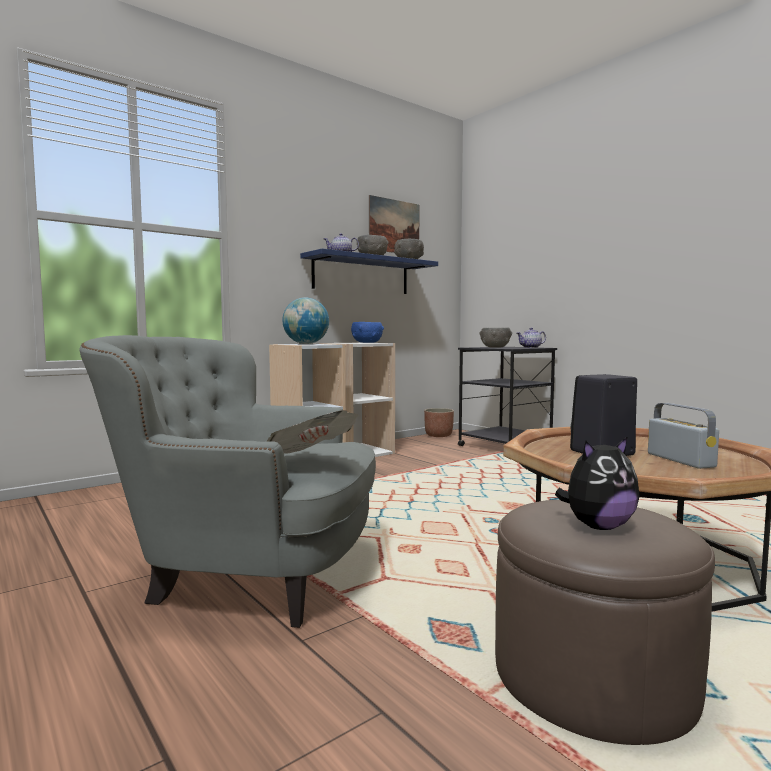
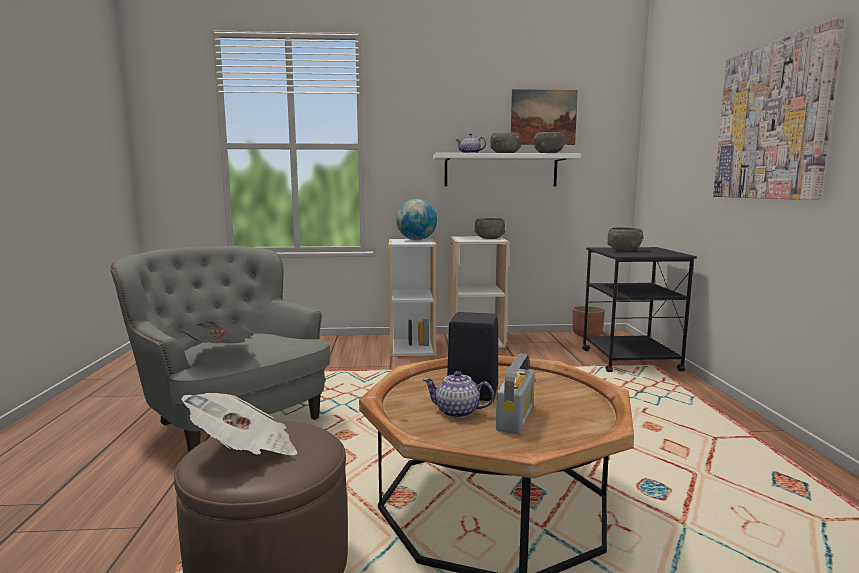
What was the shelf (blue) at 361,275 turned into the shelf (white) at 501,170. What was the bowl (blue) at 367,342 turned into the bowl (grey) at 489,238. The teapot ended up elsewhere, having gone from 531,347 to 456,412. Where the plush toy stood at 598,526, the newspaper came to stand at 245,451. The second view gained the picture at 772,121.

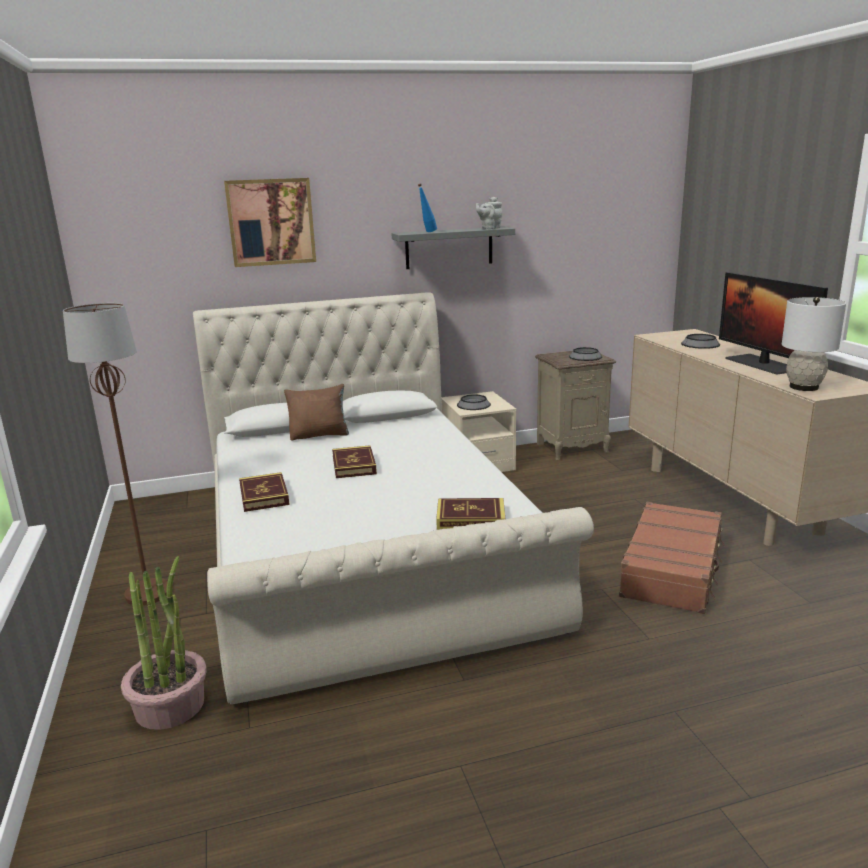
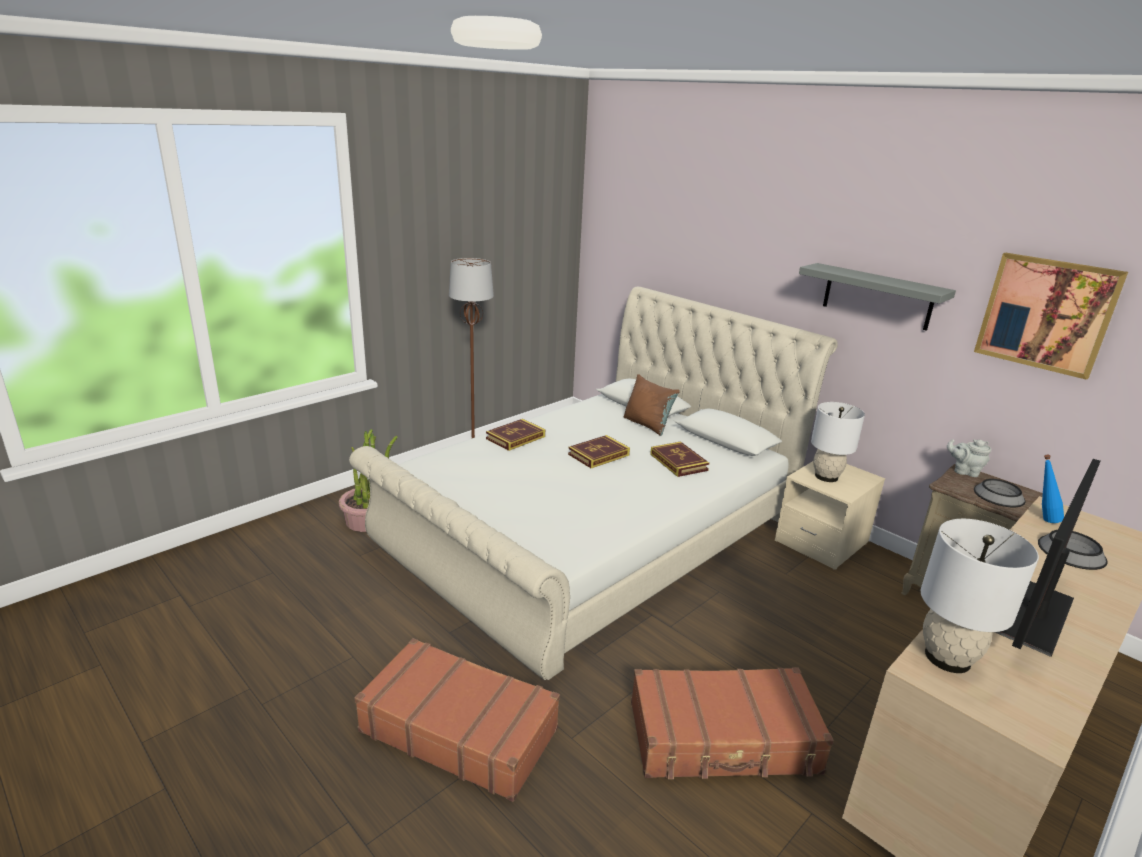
The picture ended up elsewhere, having gone from 271,222 to 1046,314. The bottle (blue) ended up elsewhere, having gone from 427,232 to 1041,519. The book ended up elsewhere, having gone from 470,518 to 678,462. Where the bowl stood at 473,404, the table lamp (white) came to stand at 826,476. The teapot (grey) ended up elsewhere, having gone from 489,228 to 964,471. The second view gained the suitcase (brown) at 459,729.

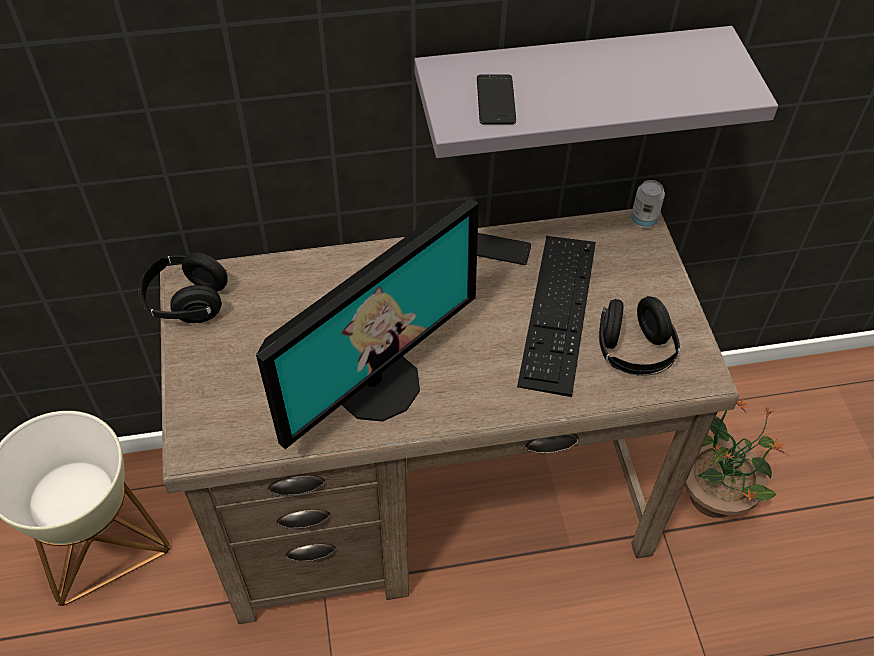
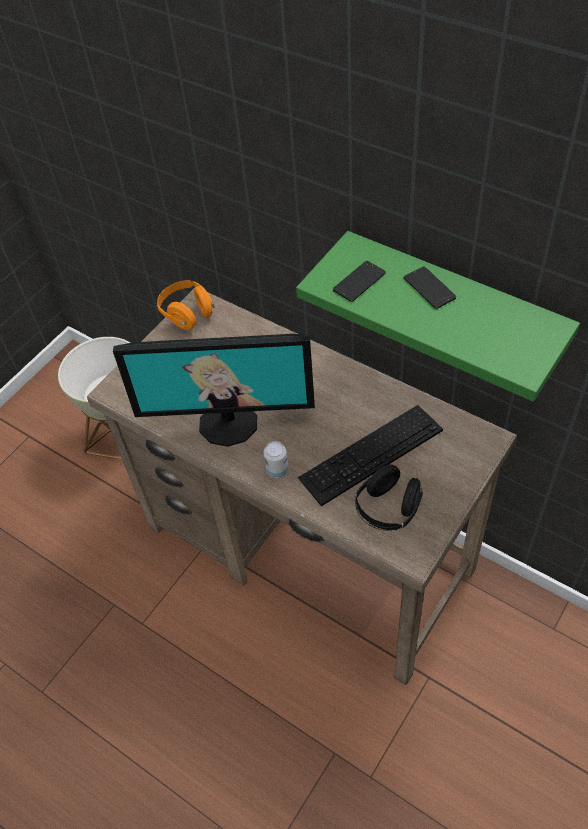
What was the headphones (black) at 186,302 turned into the headphones (orange) at 187,313. What was the shelf (grey) at 569,84 turned into the shelf (green) at 453,303. The phone ended up elsewhere, having gone from 499,249 to 429,288. The can ended up elsewhere, having gone from 643,220 to 277,470. The second view lost the potted plant at 712,494.

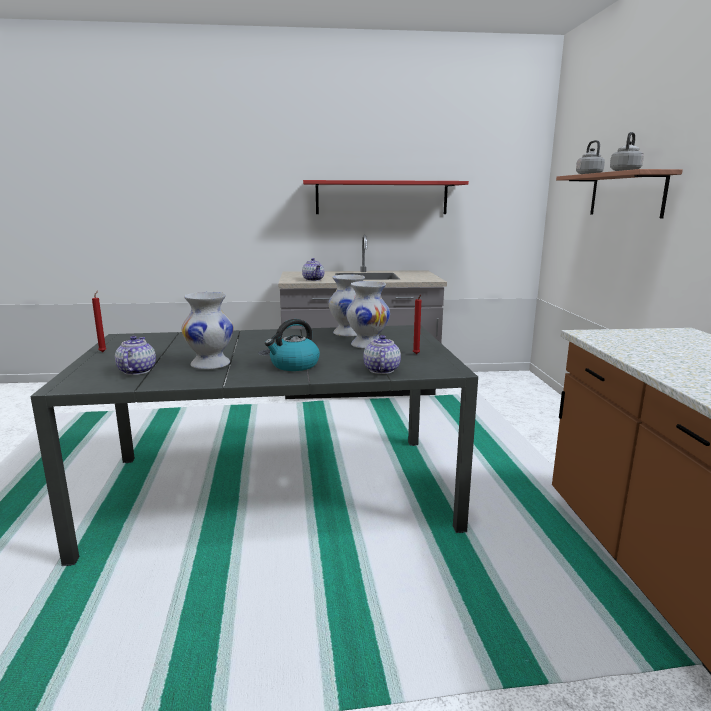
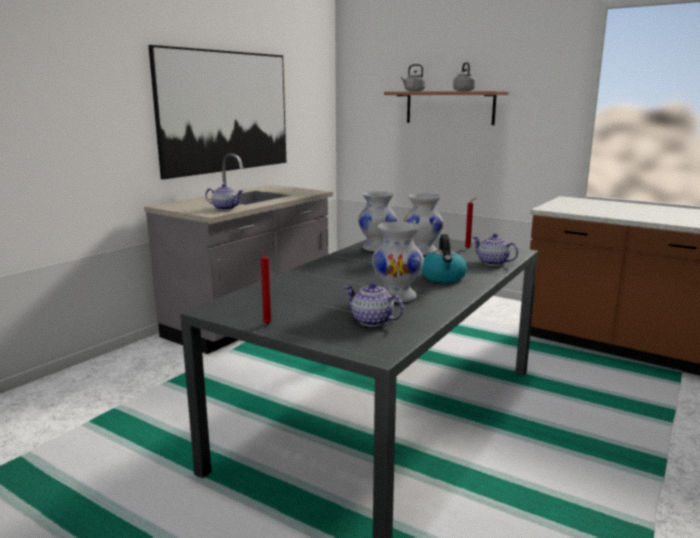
Where the shelf (red) hung at 381,198, the picture came to hang at 225,112.

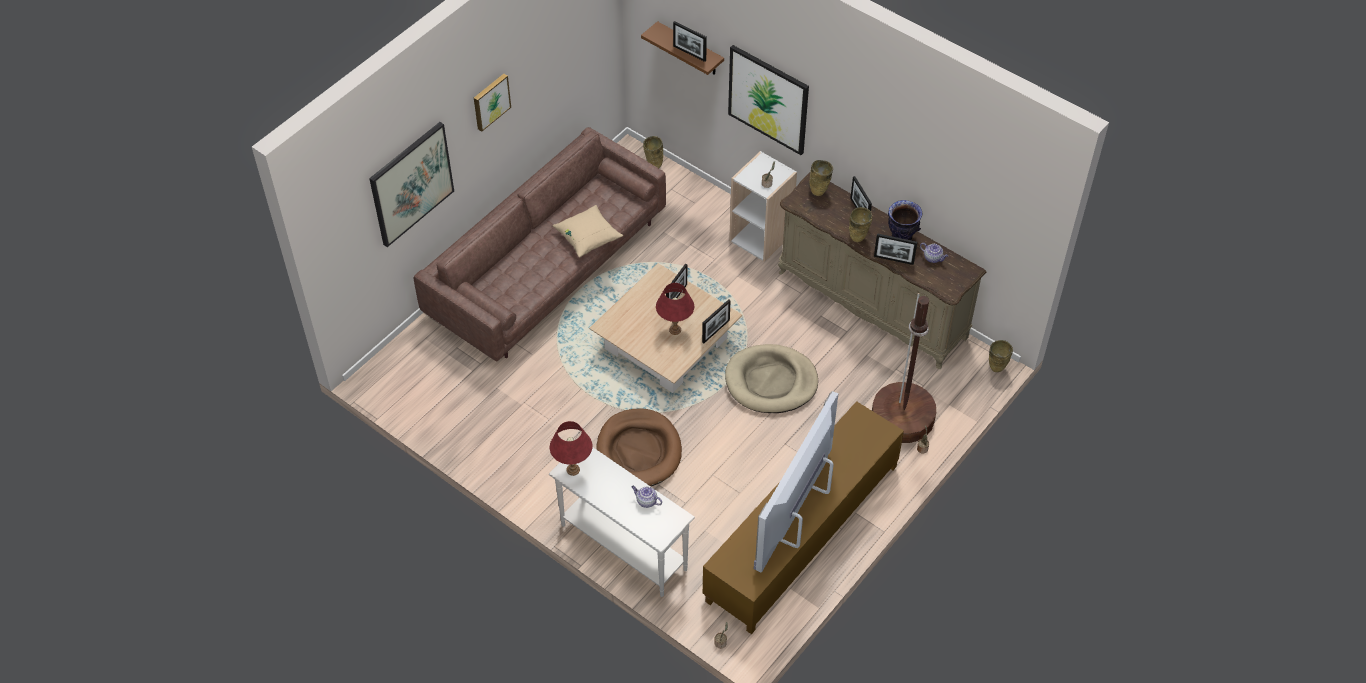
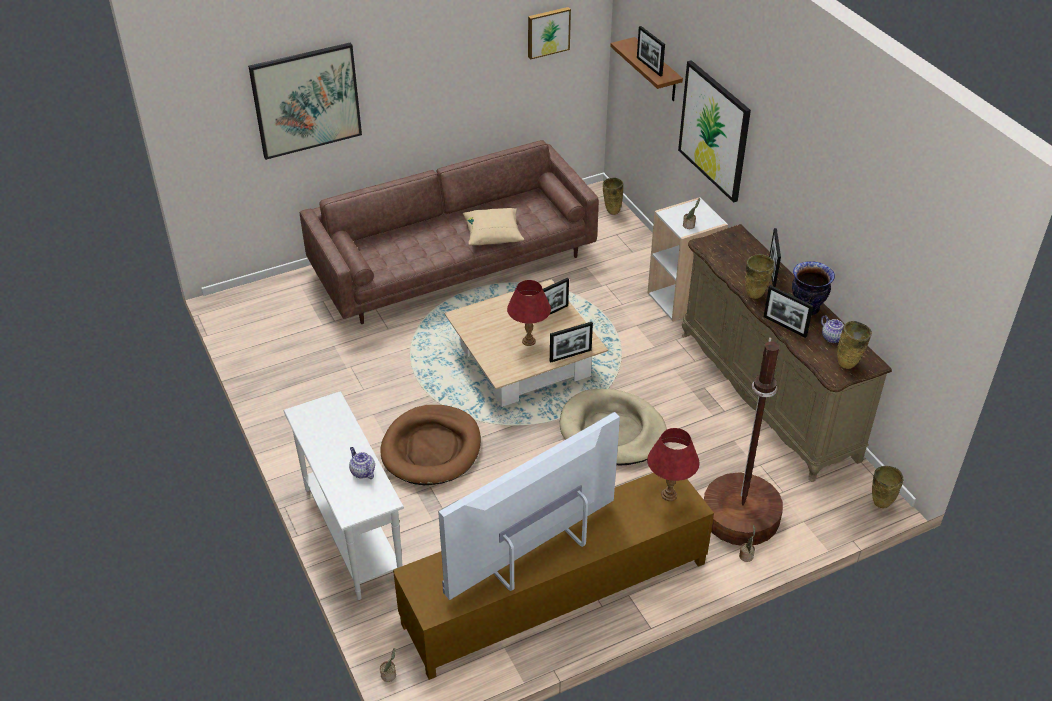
The picture ended up elsewhere, having gone from 490,101 to 548,32. The table lamp (red) ended up elsewhere, having gone from 573,470 to 669,495. The vase (beige) ended up elsewhere, having gone from 819,192 to 848,365.

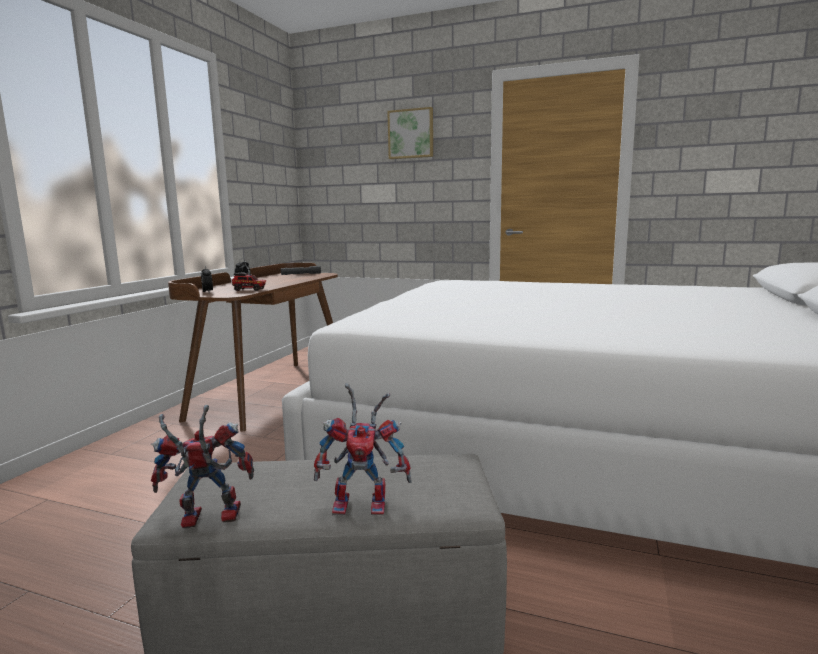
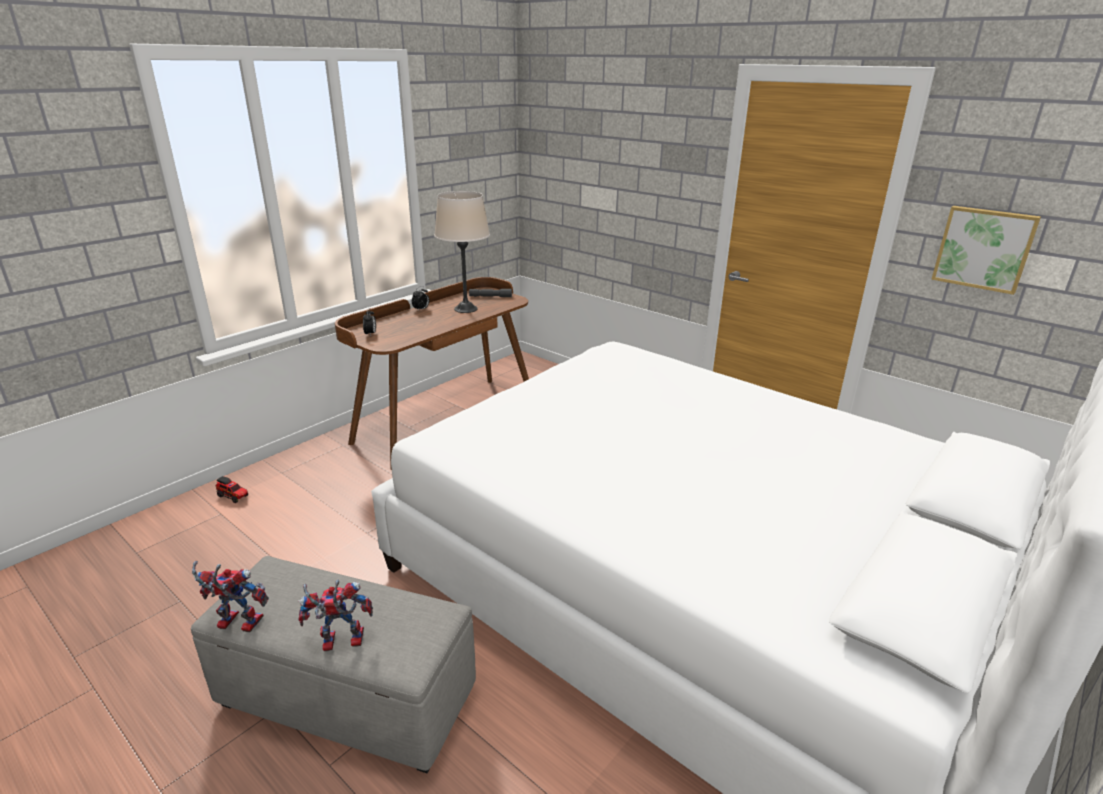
The toy truck ended up elsewhere, having gone from 250,290 to 233,496. The toy robot at 365,504 ended up facing another way, 150 degrees clockwise from before. The picture ended up elsewhere, having gone from 411,134 to 984,248. The second view gained the table lamp (beige) at 465,309.

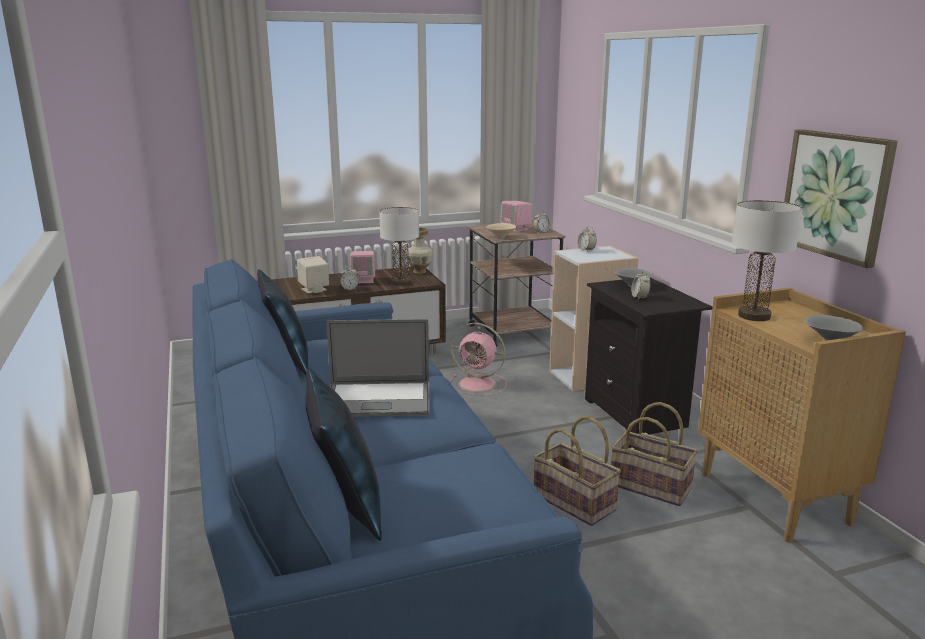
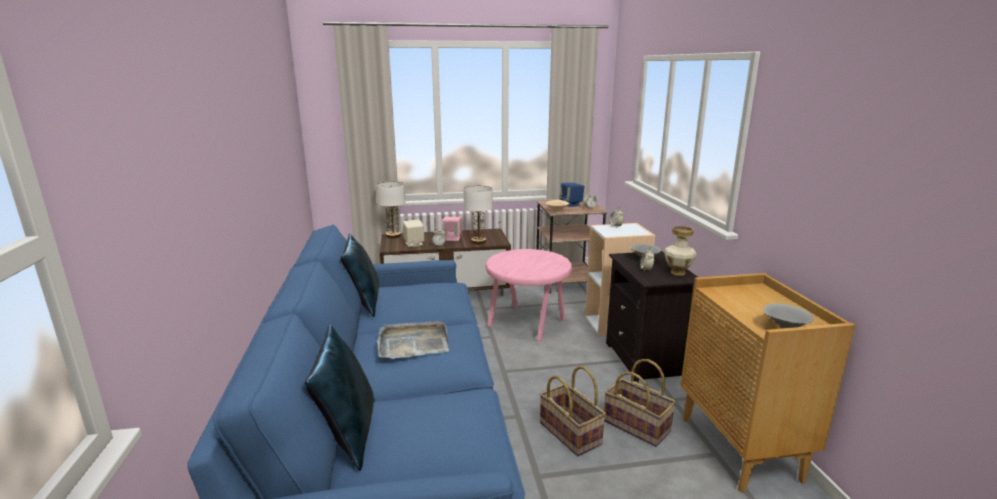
Where the laptop stood at 378,400, the tray (grey) came to stand at 412,343. The vase ended up elsewhere, having gone from 419,271 to 677,273. Where the fan (pink) stood at 479,384, the side table (pink) came to stand at 527,323. What was the speaker (pink) at 516,229 turned into the speaker (blue) at 571,204. The table lamp ended up elsewhere, having gone from 754,316 to 393,236. The second view lost the picture at 836,195.

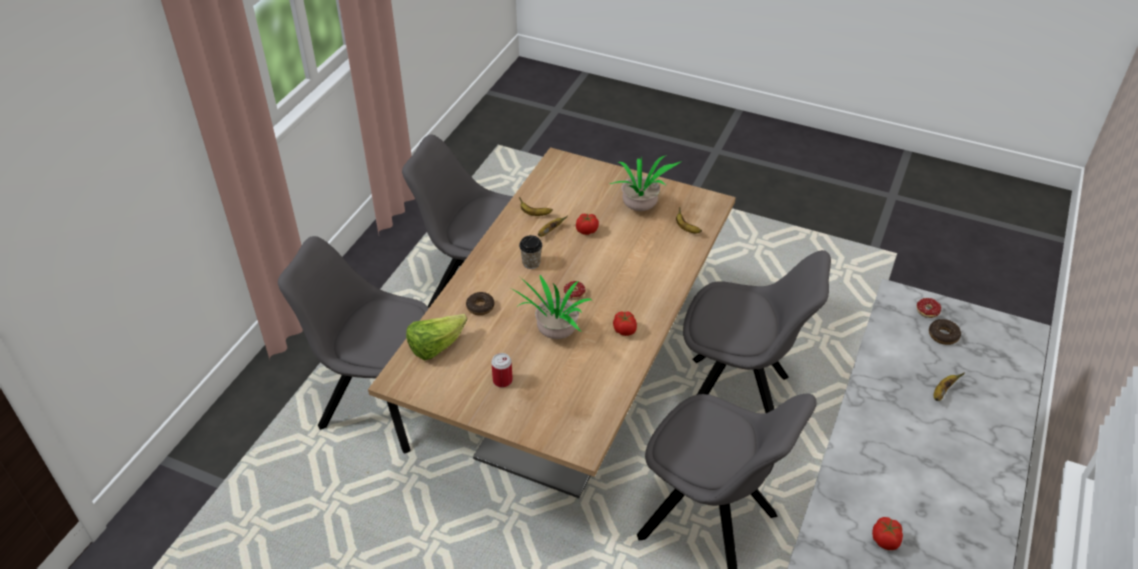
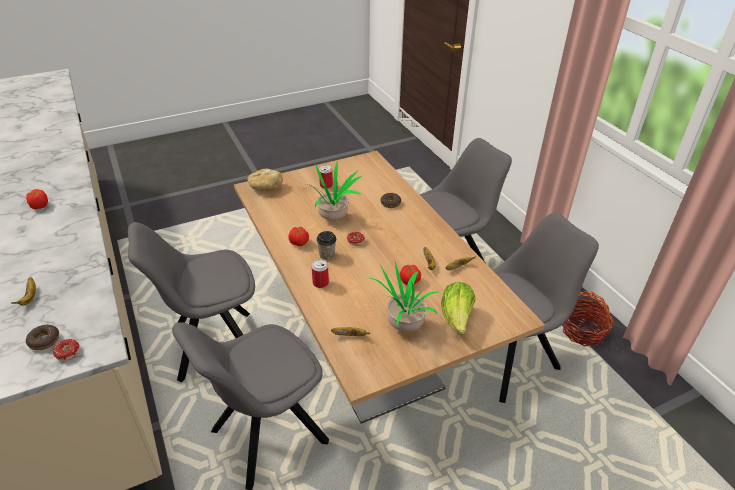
The lettuce ended up elsewhere, having gone from 436,346 to 456,318. The cup ended up elsewhere, having gone from 531,263 to 327,255. The second view gained the bread at 265,187. The second view gained the can at 320,283. The second view gained the basket at 583,331.

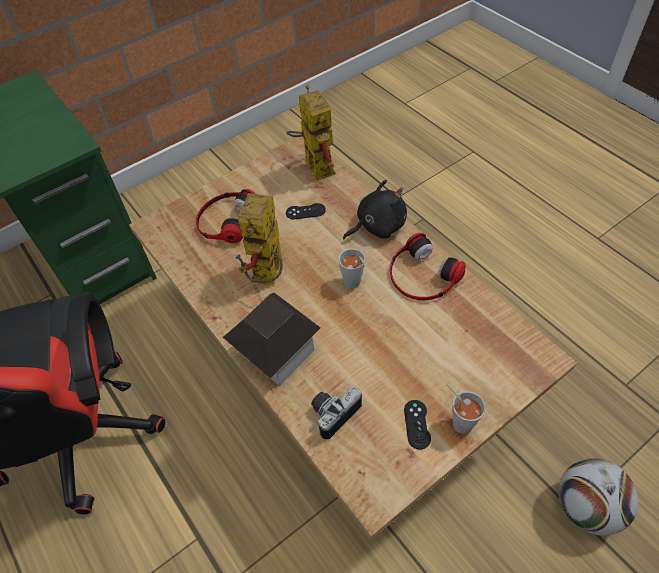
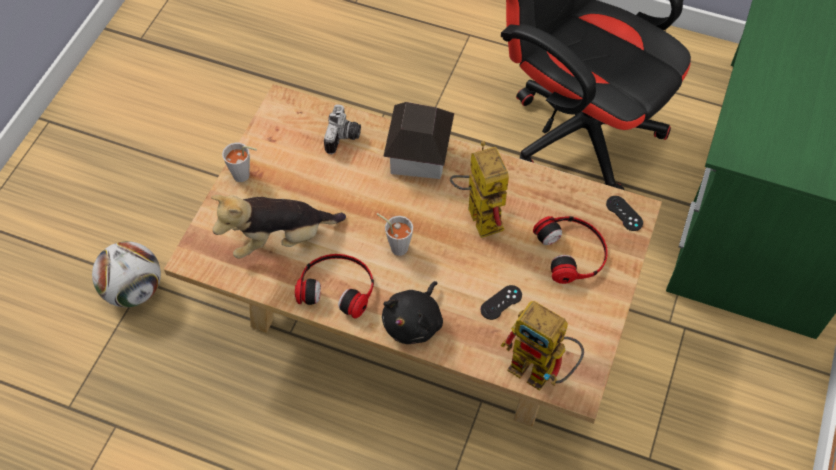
The game controller (black) ended up elsewhere, having gone from 417,424 to 624,213. The second view gained the plush toy at 280,239.

